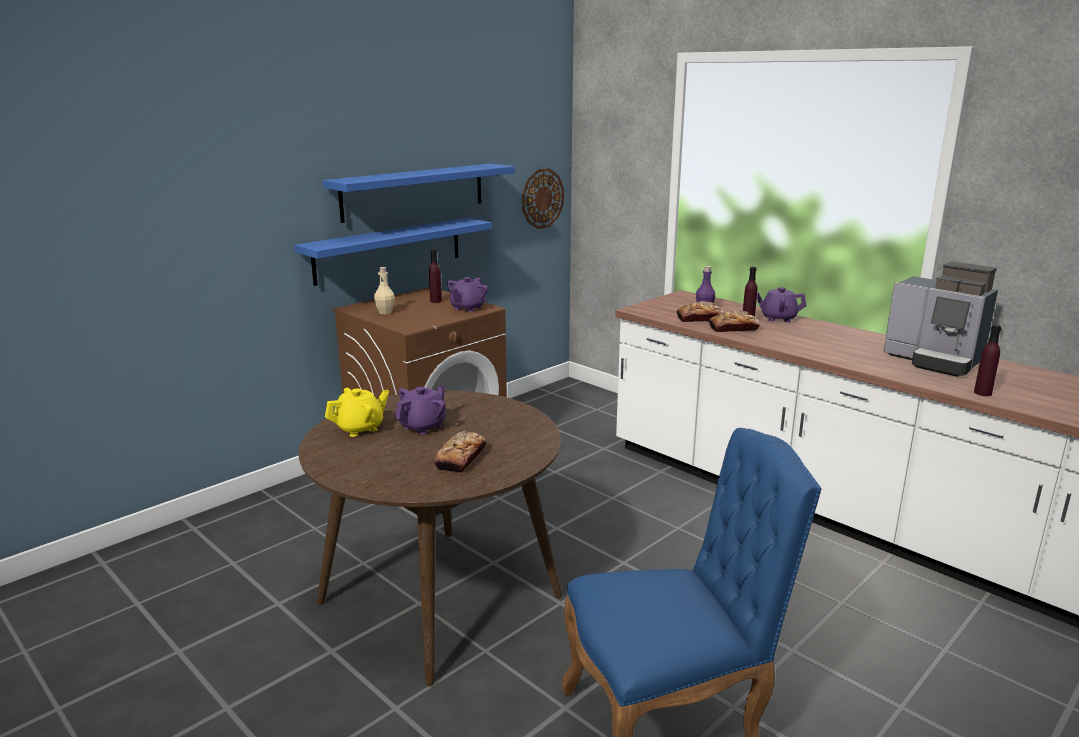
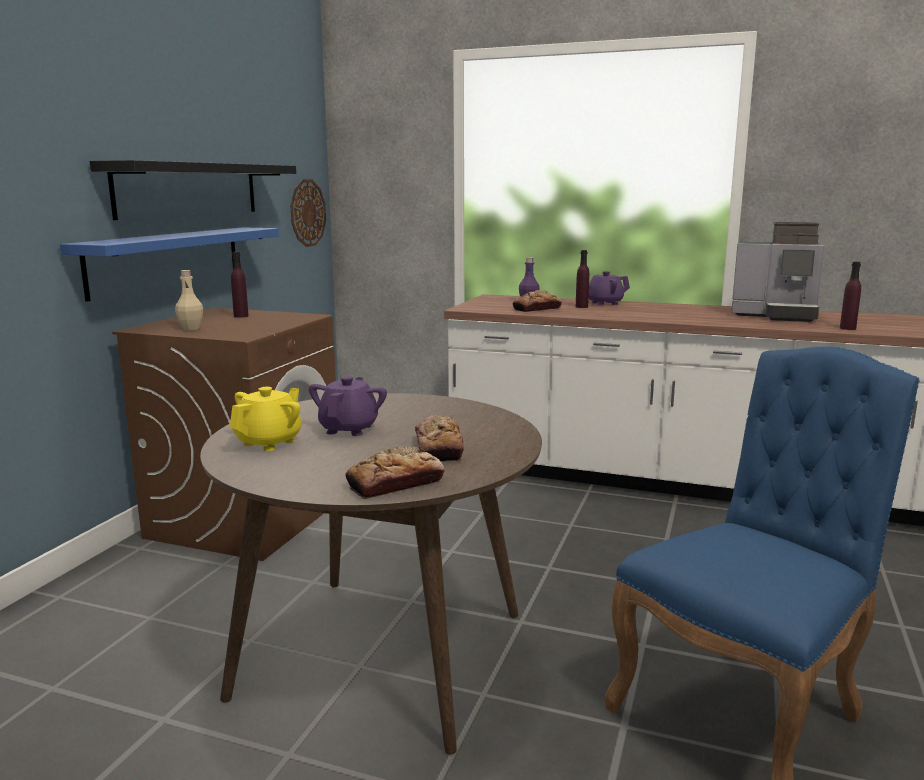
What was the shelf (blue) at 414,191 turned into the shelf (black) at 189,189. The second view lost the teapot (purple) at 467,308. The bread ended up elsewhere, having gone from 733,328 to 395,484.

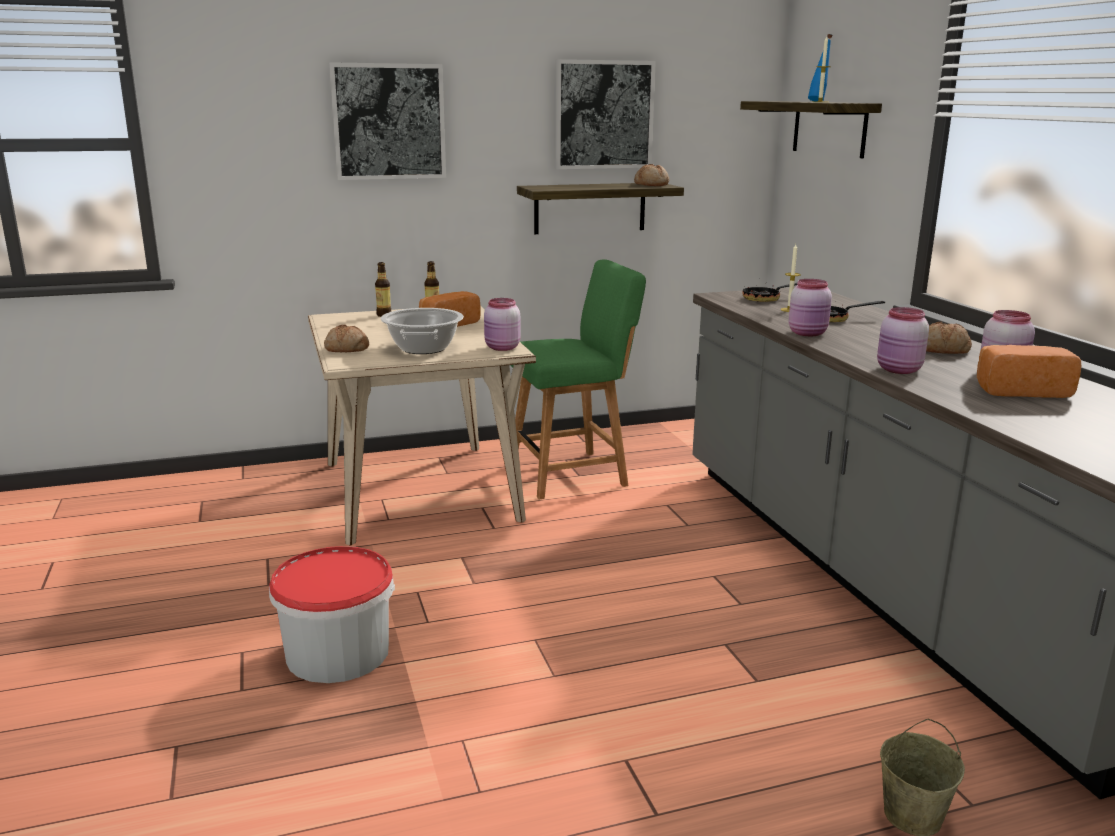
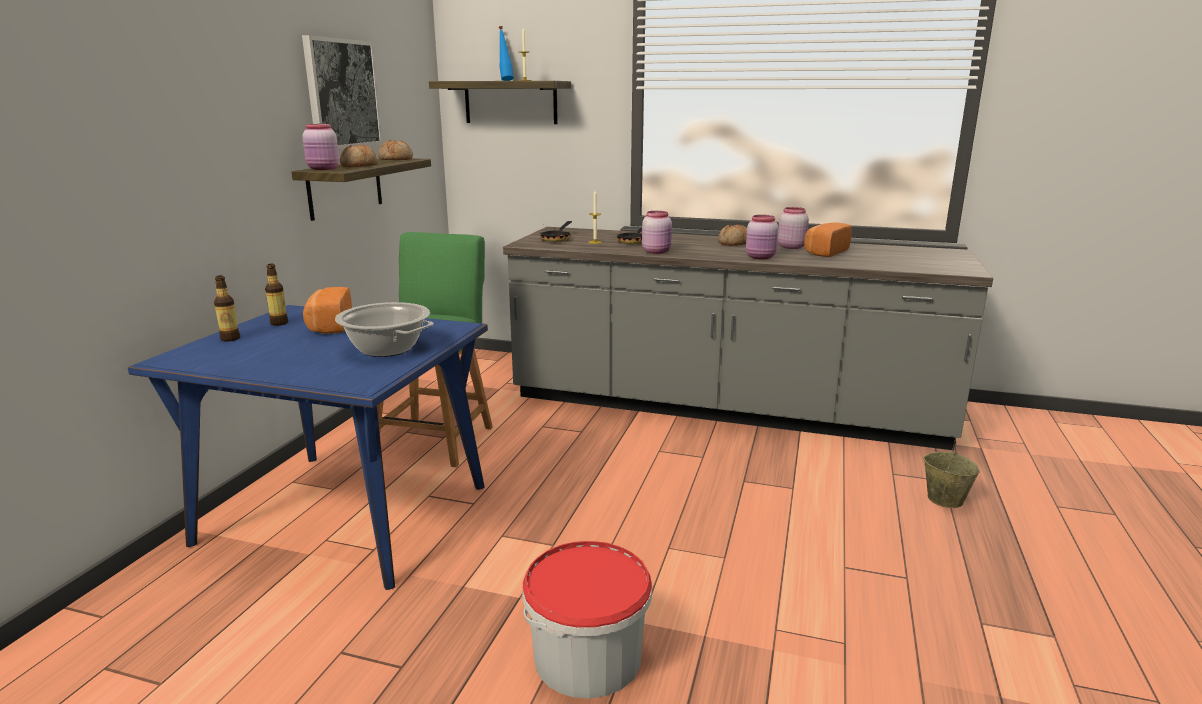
What was the dining table (beige) at 420,491 turned into the dining table (blue) at 346,514. The bread ended up elsewhere, having gone from 346,349 to 359,166. The second view lost the picture at 388,122. The jar (pink) ended up elsewhere, having gone from 502,348 to 323,169.

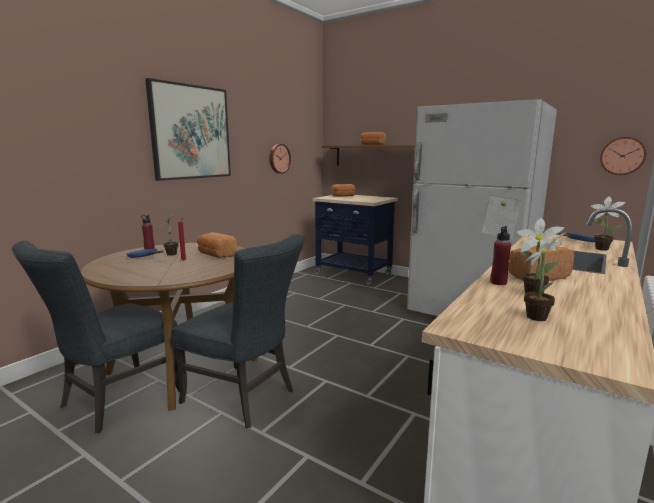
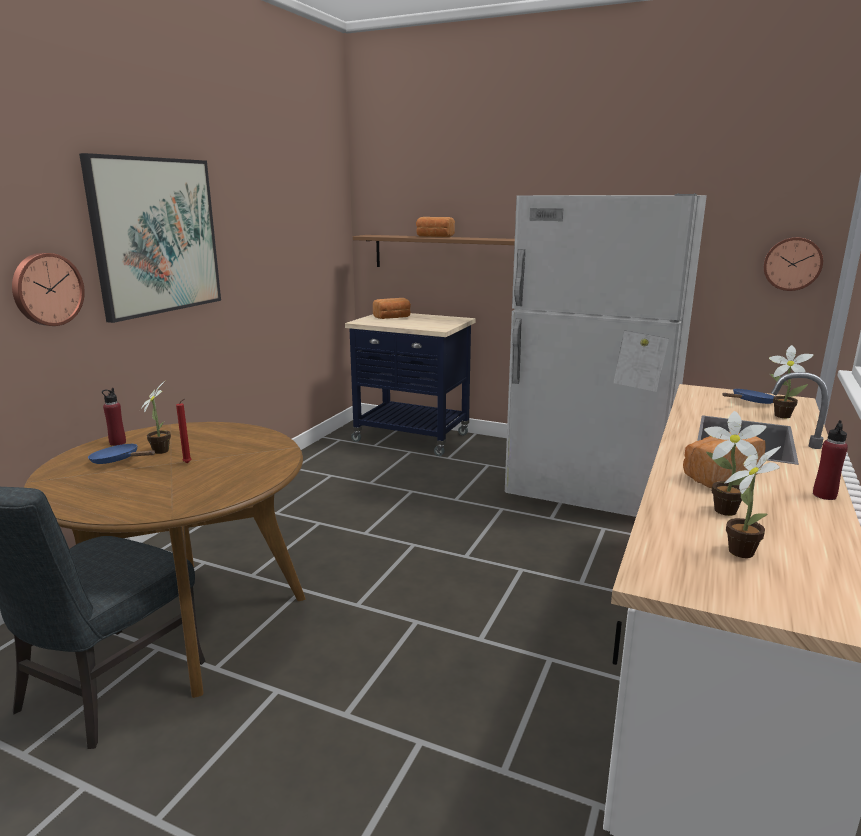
The second view lost the chair (grey) at 245,397. The second view lost the bread at 216,255. The wall clock ended up elsewhere, having gone from 279,158 to 46,289. The bottle (red) ended up elsewhere, having gone from 498,282 to 824,495.

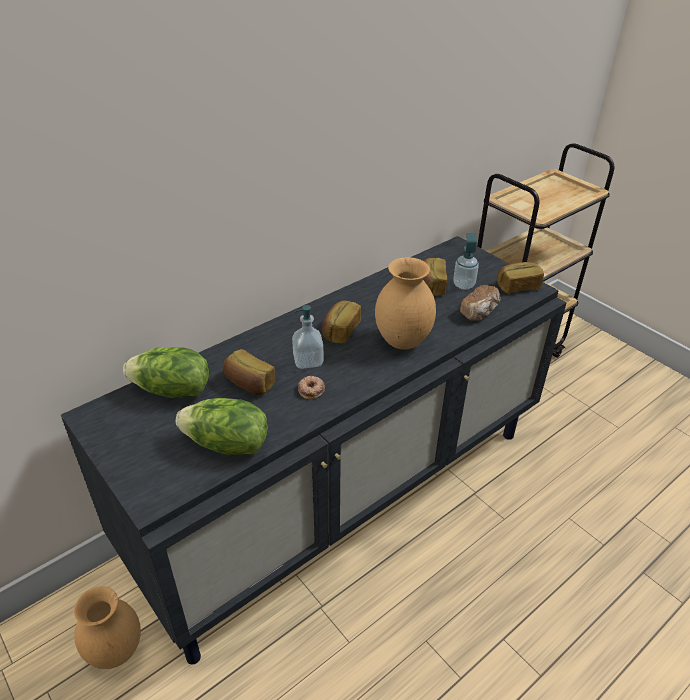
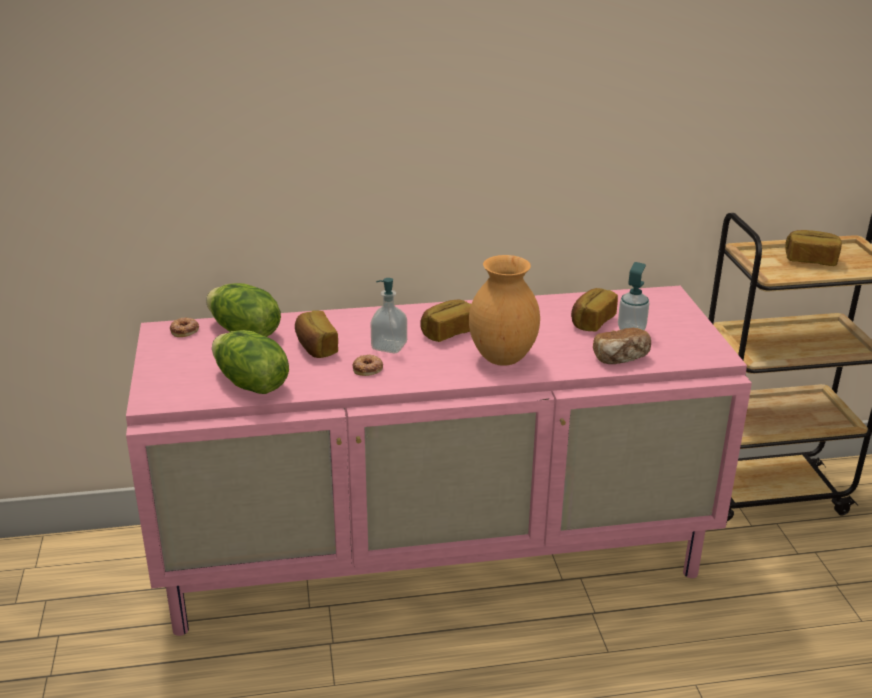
What was the cabinet (black) at 342,496 turned into the cabinet (pink) at 434,557. The second view lost the vase (brown) at 115,650. The bread ended up elsewhere, having gone from 517,286 to 811,260. The second view gained the donut at 185,330.

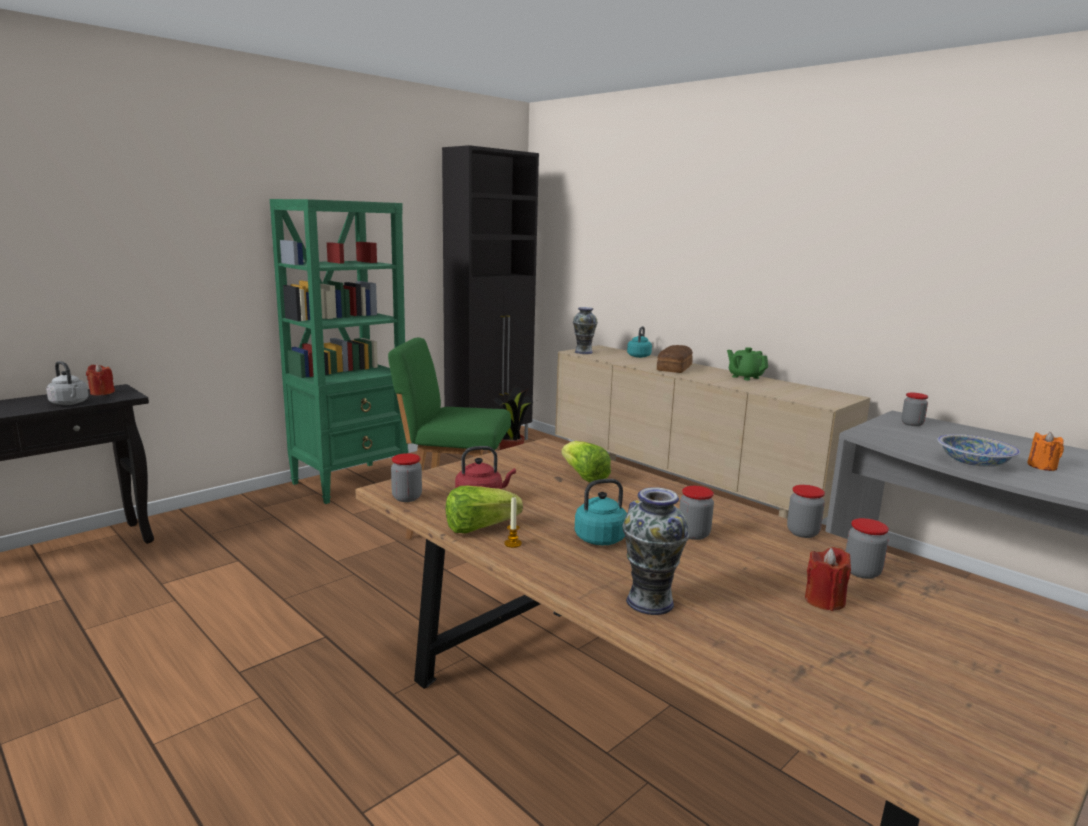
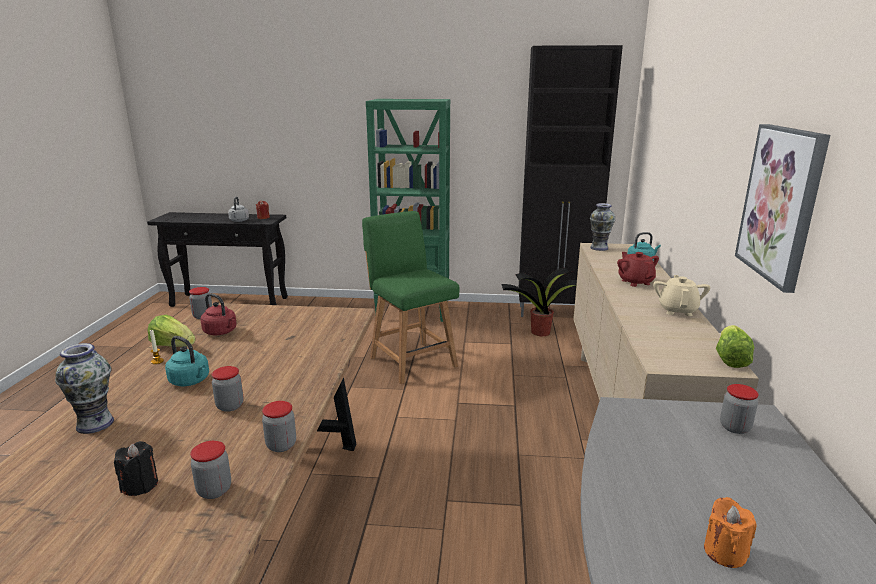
The lettuce ended up elsewhere, having gone from 583,477 to 730,359. Where the bread stood at 675,367, the teapot (red) came to stand at 635,282. What was the teapot (green) at 745,377 turned into the teapot (beige) at 677,310. What was the candle (red) at 824,600 turned into the candle (black) at 140,485. The second view lost the bowl at 973,463. The second view gained the picture at 781,204.

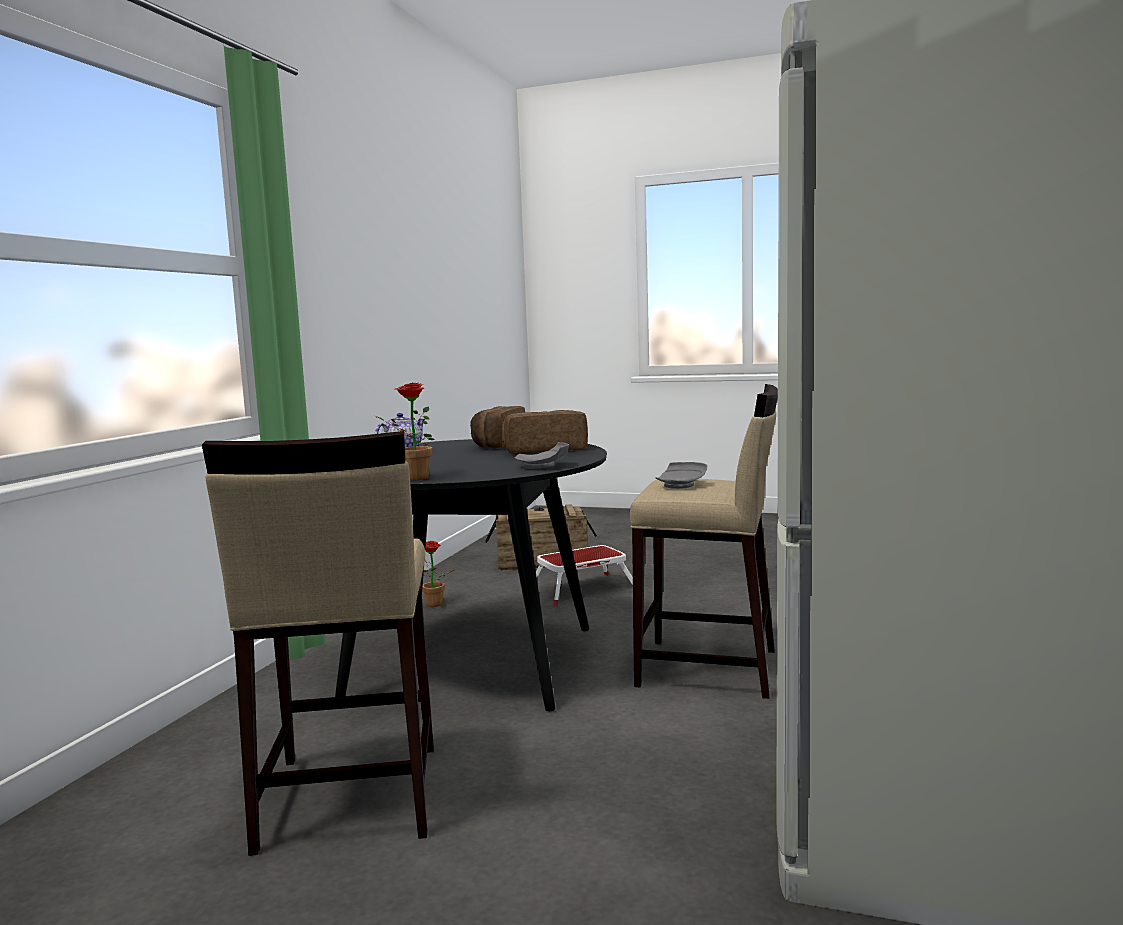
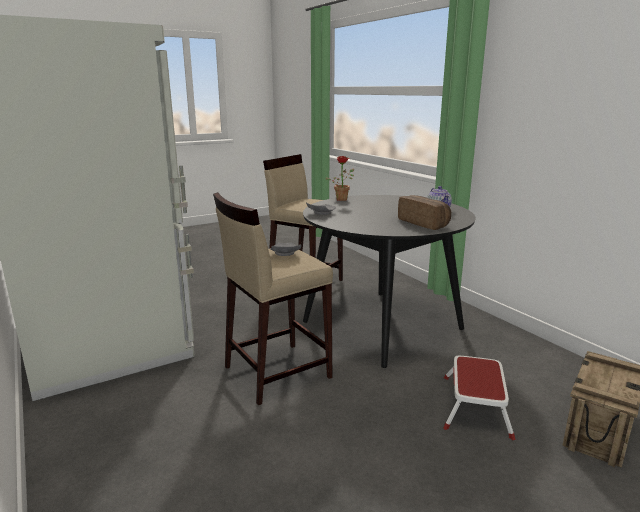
The second view lost the potted plant at 434,605. The second view lost the bread at 545,450.

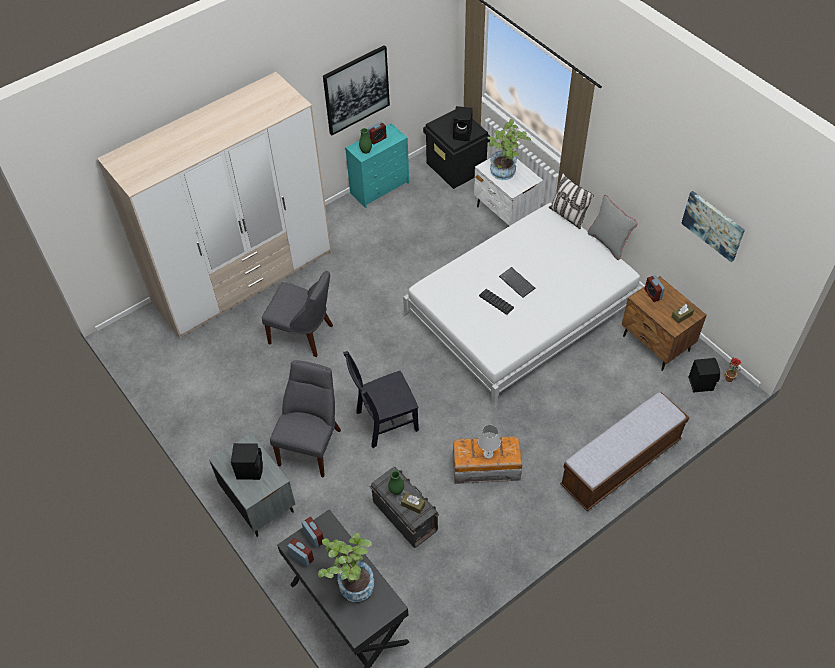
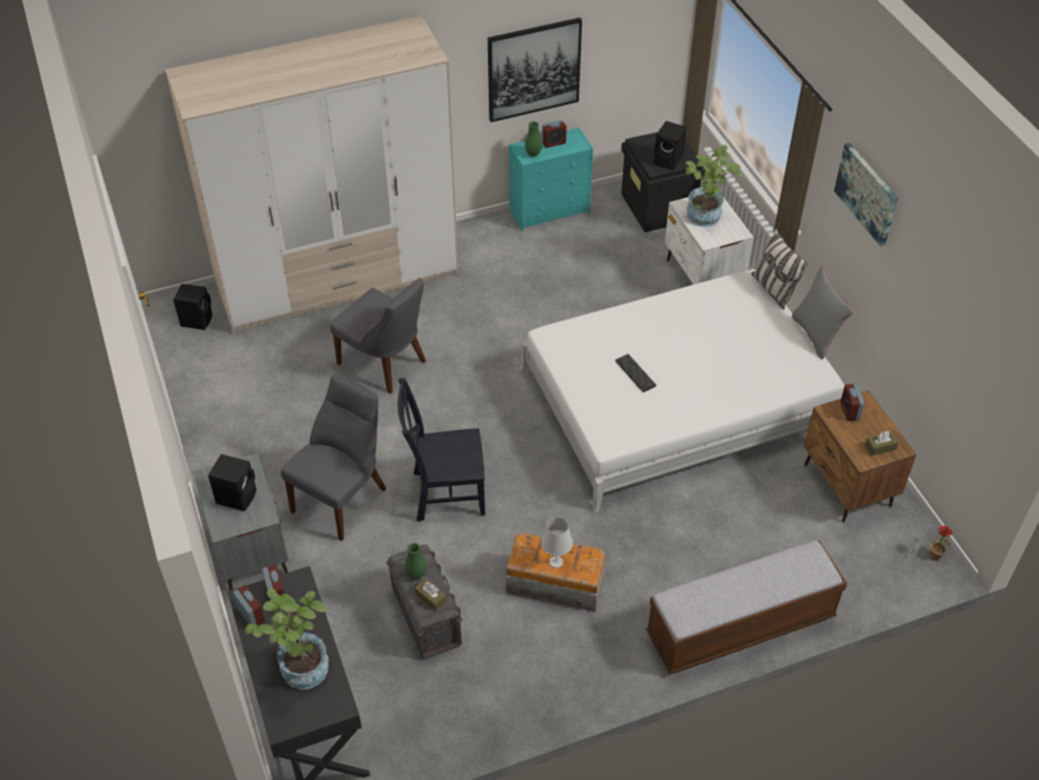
The second view lost the keyboard at 517,283. The picture ended up elsewhere, having gone from 713,225 to 867,193. The speaker (black) ended up elsewhere, having gone from 700,383 to 197,319.

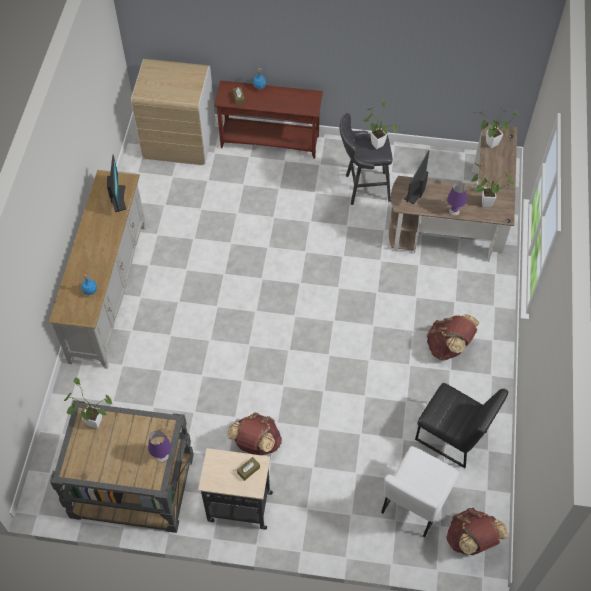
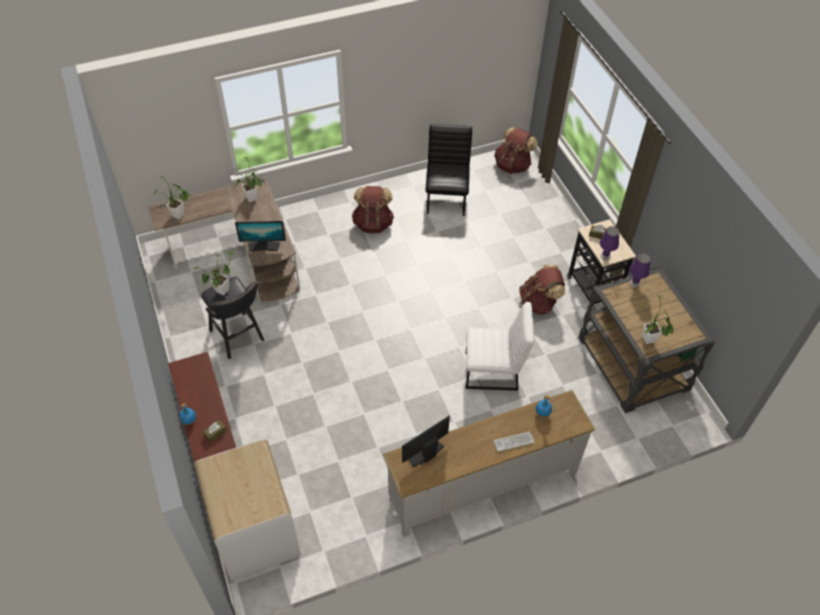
The chair (white) ended up elsewhere, having gone from 414,502 to 493,371. The table lamp (purple) ended up elsewhere, having gone from 454,211 to 605,256. The second view gained the keyboard at 513,441.

